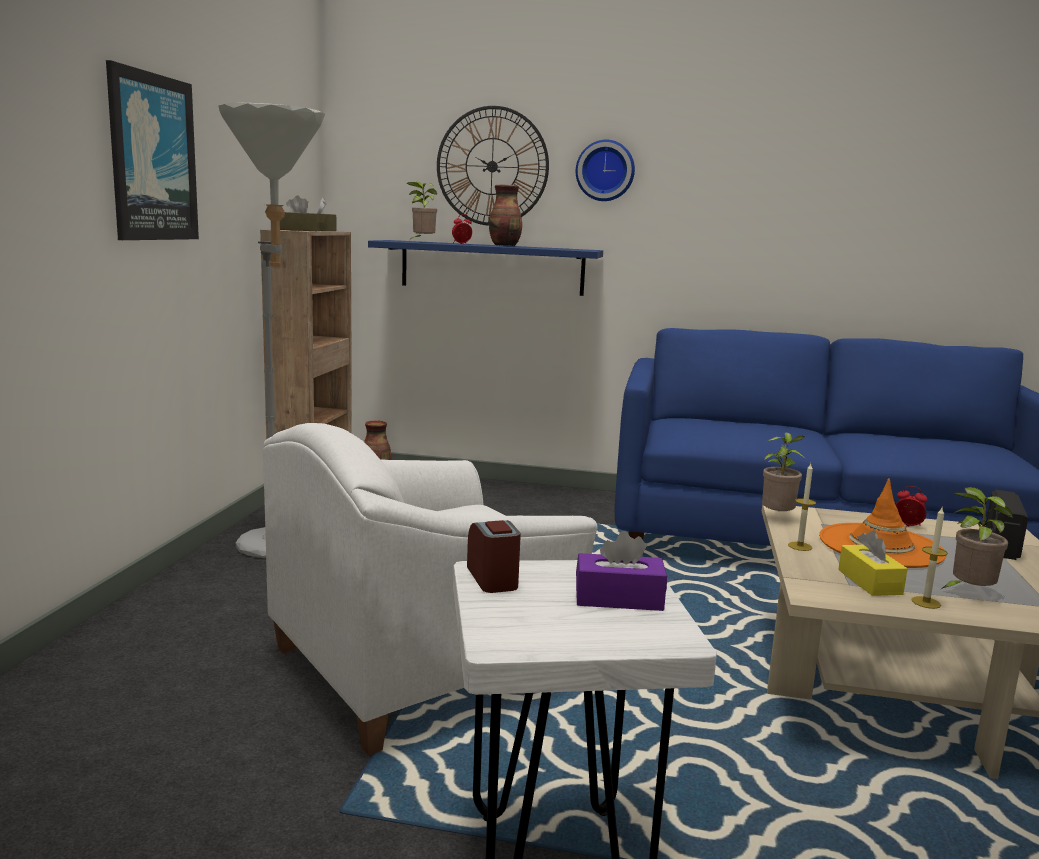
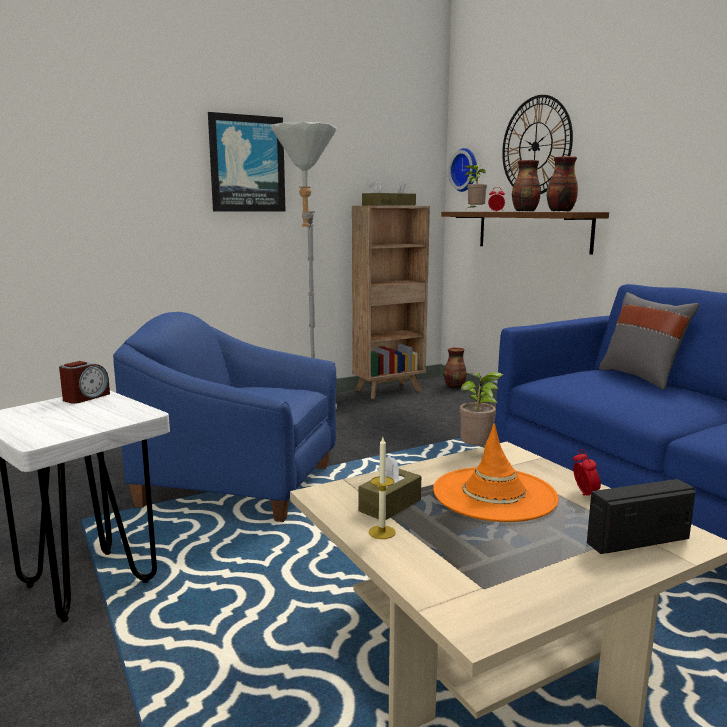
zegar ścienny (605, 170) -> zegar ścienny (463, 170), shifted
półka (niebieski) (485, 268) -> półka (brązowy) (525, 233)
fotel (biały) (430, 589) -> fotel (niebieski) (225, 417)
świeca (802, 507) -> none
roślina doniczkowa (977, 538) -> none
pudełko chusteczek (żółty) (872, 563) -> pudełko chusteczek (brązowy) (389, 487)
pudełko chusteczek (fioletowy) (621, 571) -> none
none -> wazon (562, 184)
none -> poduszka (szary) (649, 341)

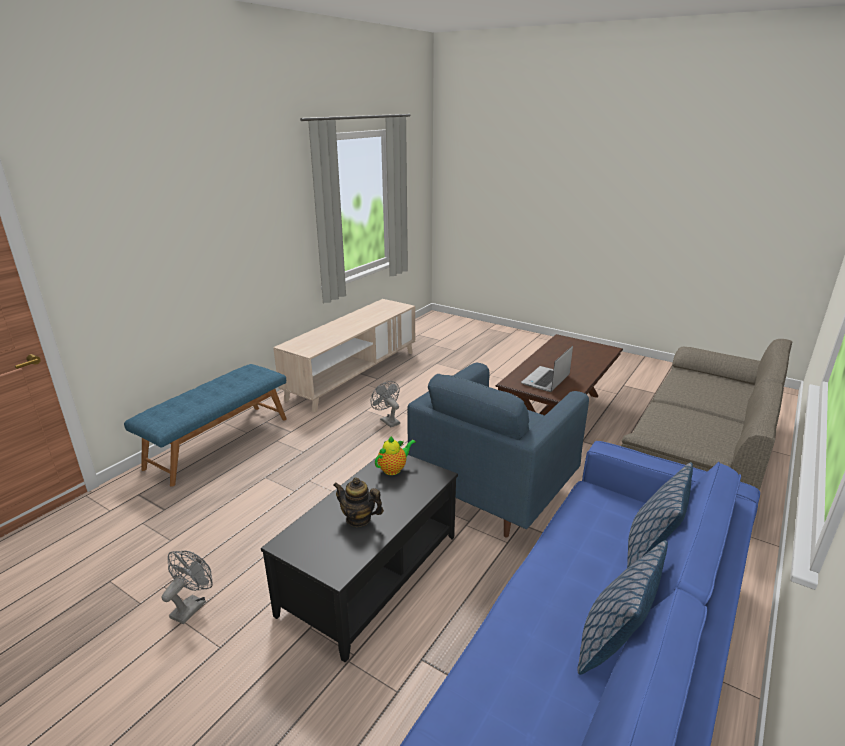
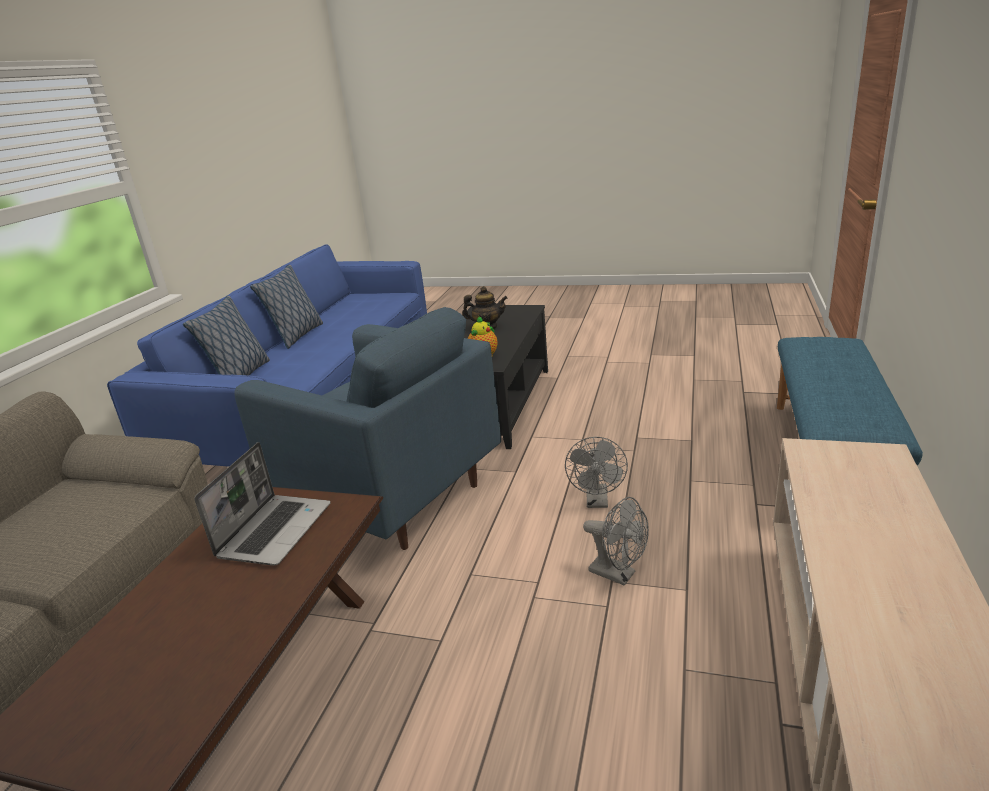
fotel (niebieski) (498, 450) -> fotel (niebieski) (367, 428), 105 degrees clockwise
wentylator (szary) (186, 587) -> wentylator (szary) (596, 472), shifted

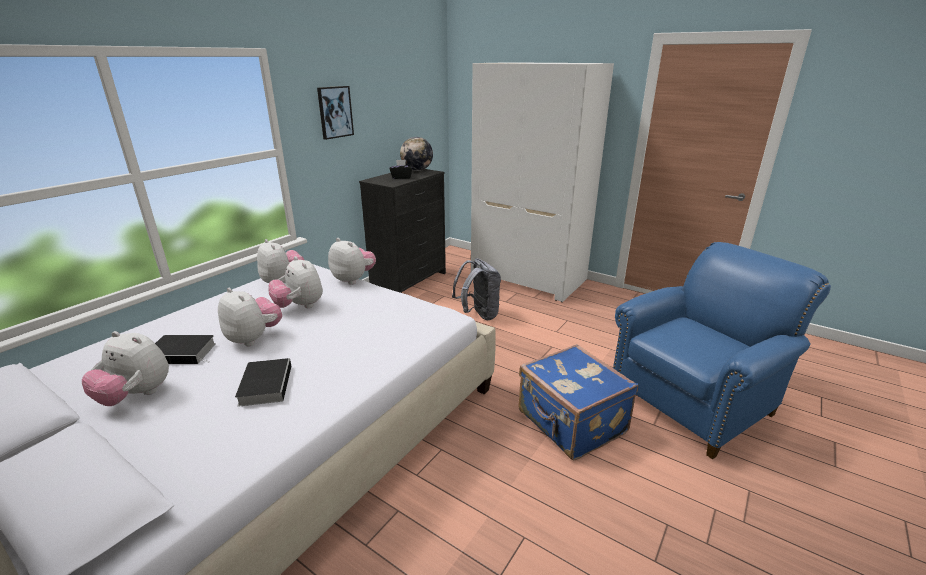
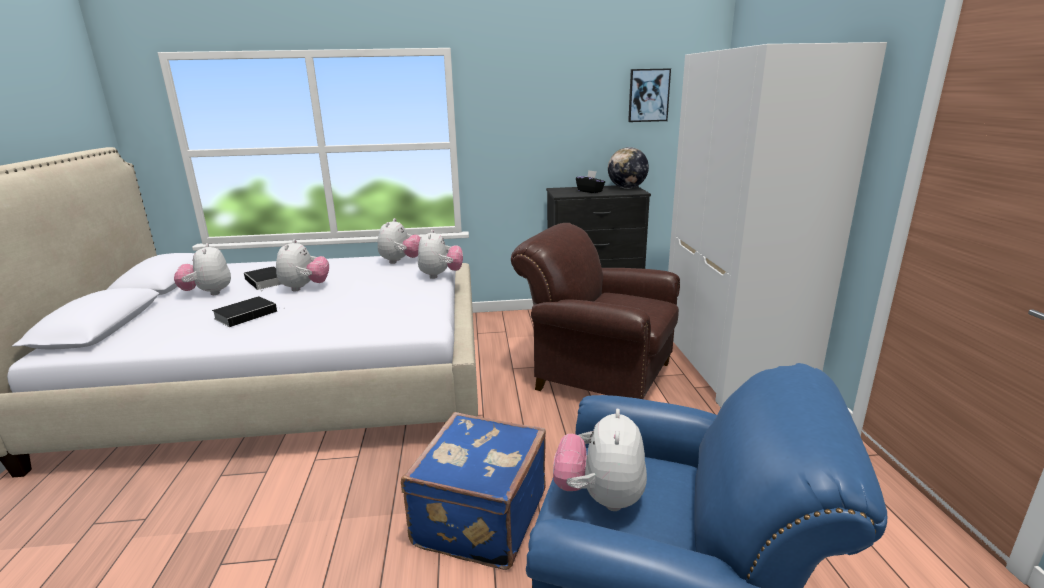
obraz (335, 113) -> obraz (649, 95), shifted
pluszak (296, 282) -> pluszak (600, 460), shifted
plecak (szary) (476, 289) -> fotel (brązowy) (595, 311)

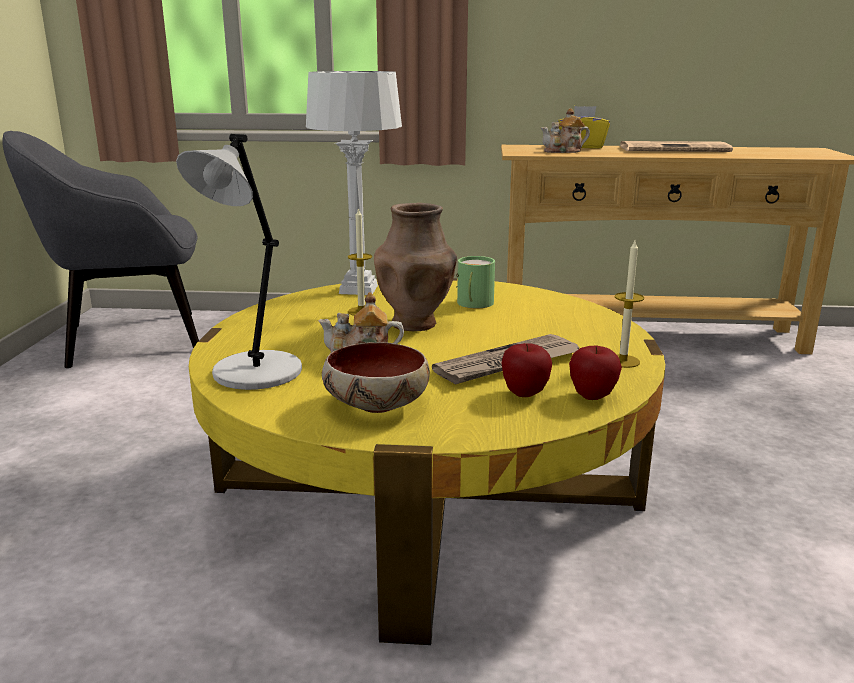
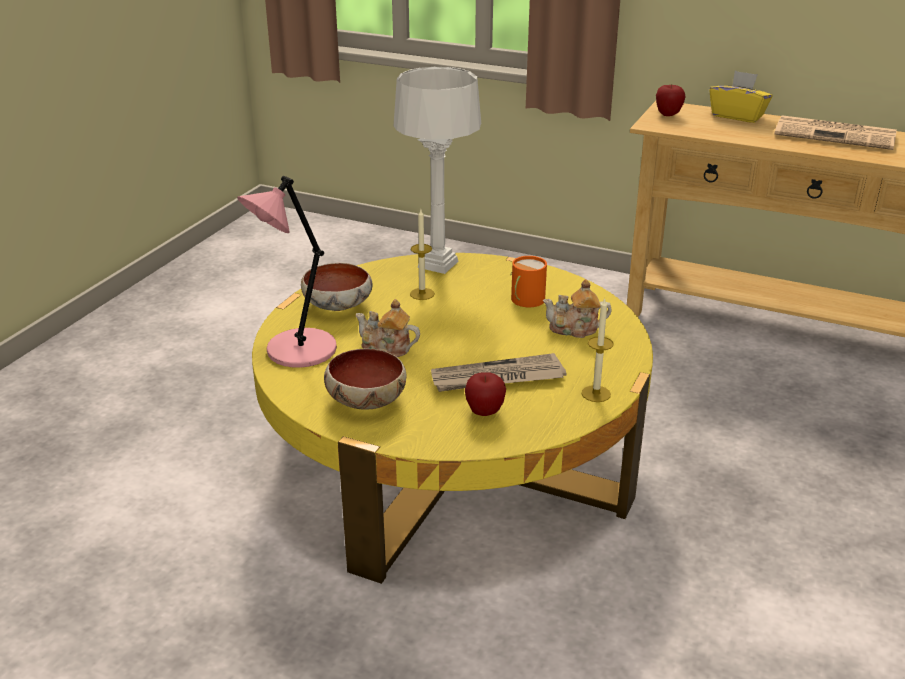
imbryk (565, 130) -> imbryk (577, 308), shifted
fotel (szary) (100, 249) -> none
lampa stołowa (szary) (239, 262) -> lampa stołowa (różowy) (287, 272)
wazon (brązowy) (415, 267) -> none
kubek (zielony) (475, 282) -> kubek (pomarańczowy) (528, 281)
jabłko (595, 373) -> jabłko (671, 100), shifted
none -> miska (337, 287)

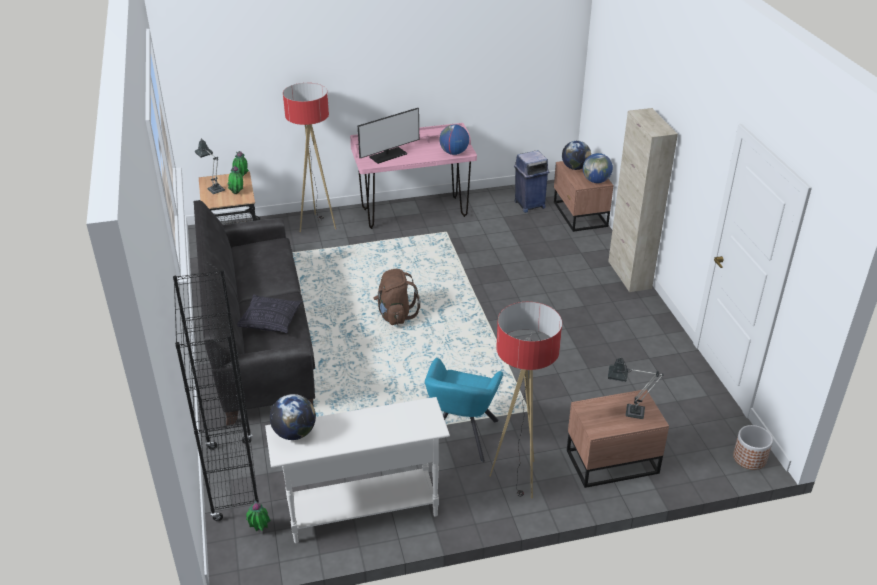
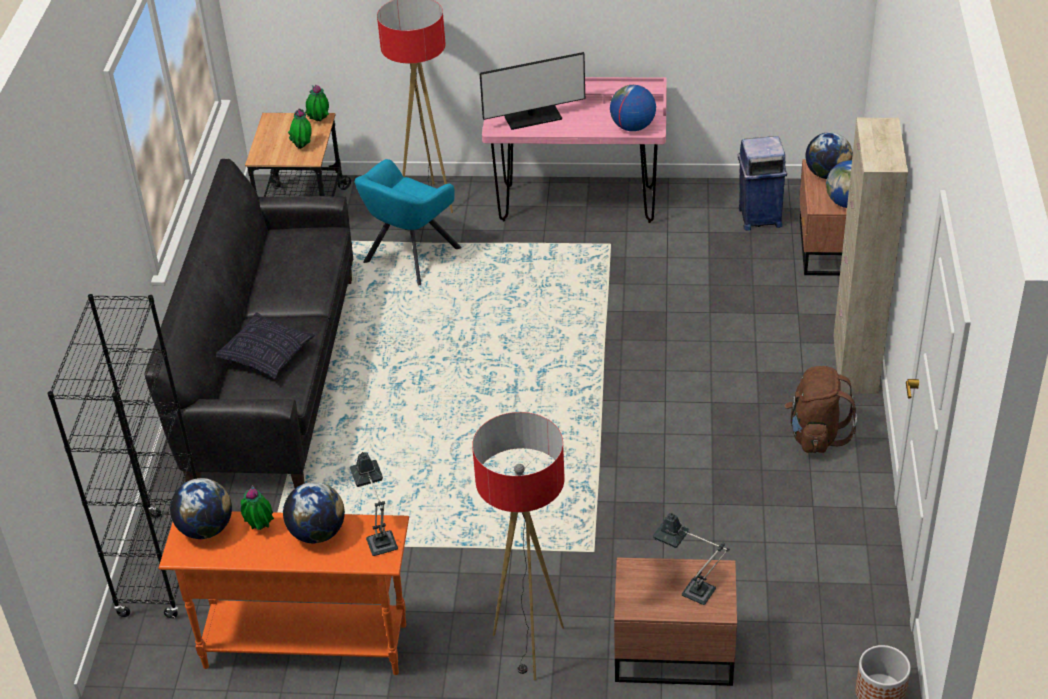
lampa stołowa (210, 166) -> lampa stołowa (374, 504), shifted
plecak (brązowy) (396, 297) -> plecak (brązowy) (821, 409), shifted
fotel (turkusowy) (464, 410) -> fotel (turkusowy) (408, 222), shifted
stolik konsolowy (biały) (357, 470) -> stolik konsolowy (pomarańczowy) (284, 593)
roślina doniczkowa (258, 515) -> roślina doniczkowa (257, 507), shifted
none -> globus (314, 512)

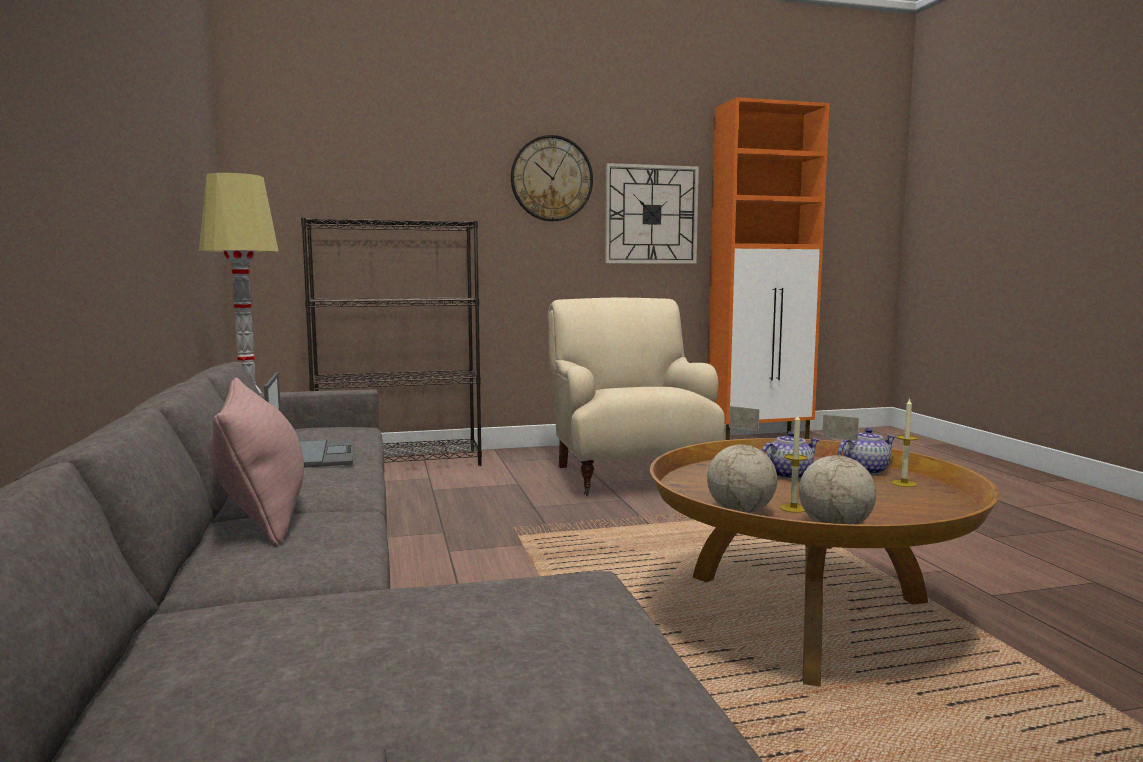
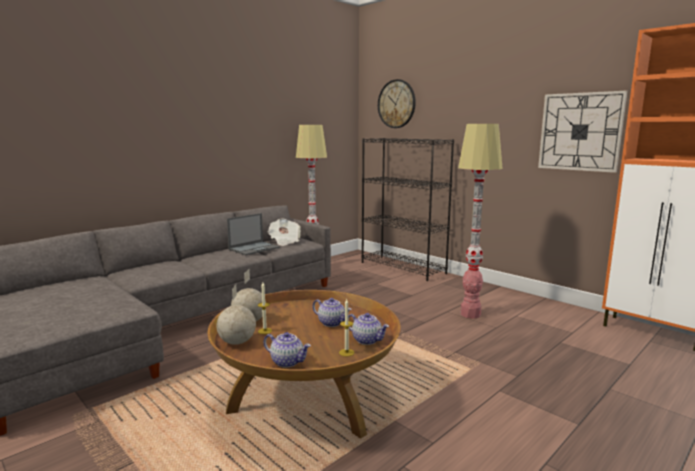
zegar ścienny (552, 178) -> zegar ścienny (397, 103), shifted
fotel (beżowy) (636, 397) -> lampa stojąca (480, 221)
poduszka (różowy) (257, 462) -> none
none -> gazeta (284, 232)
none -> imbryk (287, 350)

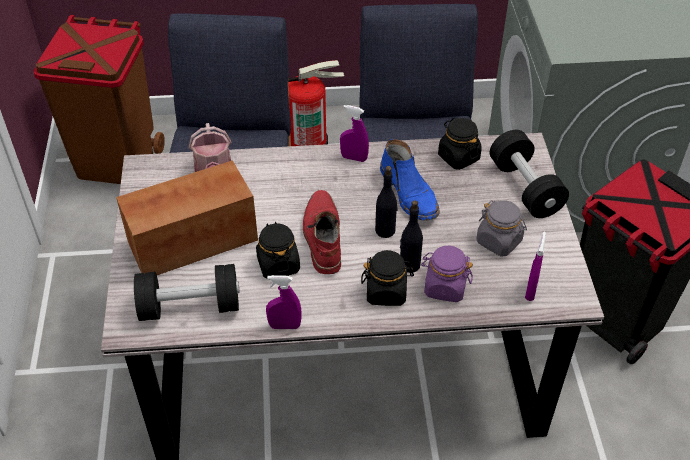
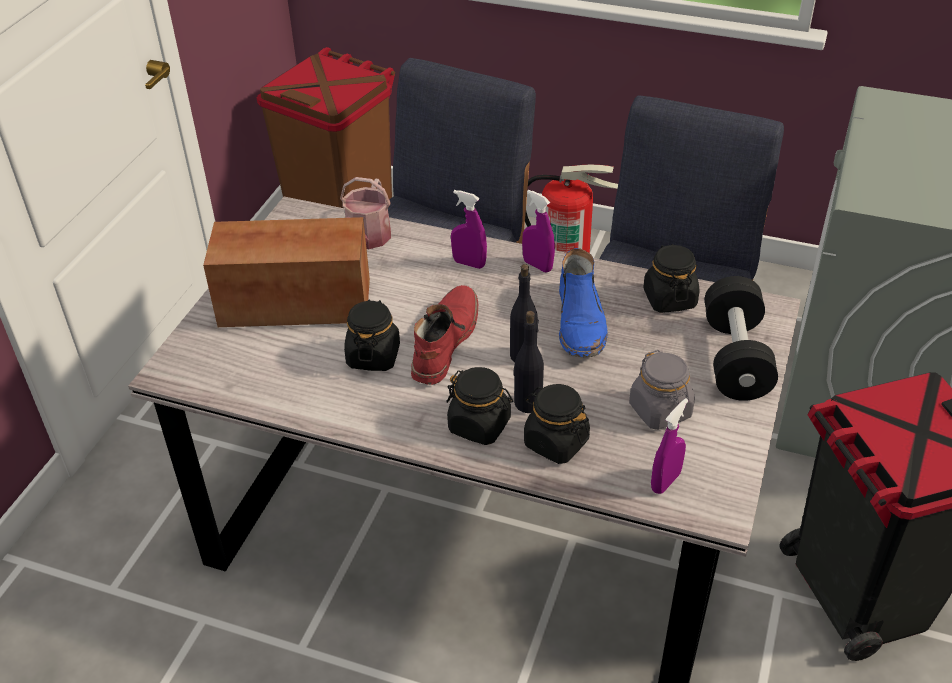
słoik (fioletowy) (447, 274) -> słoik (czarny) (557, 424)
hantel (czarny) (187, 292) -> none
spryskiwacz (fioletowy) (283, 302) -> spryskiwacz (fioletowy) (469, 229), shifted

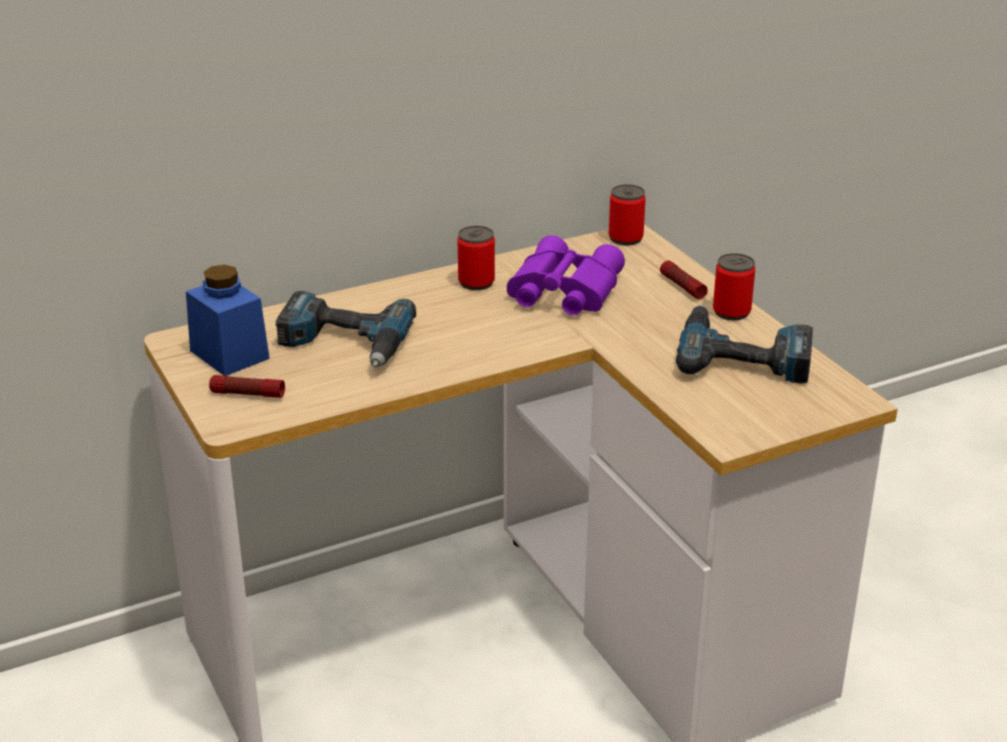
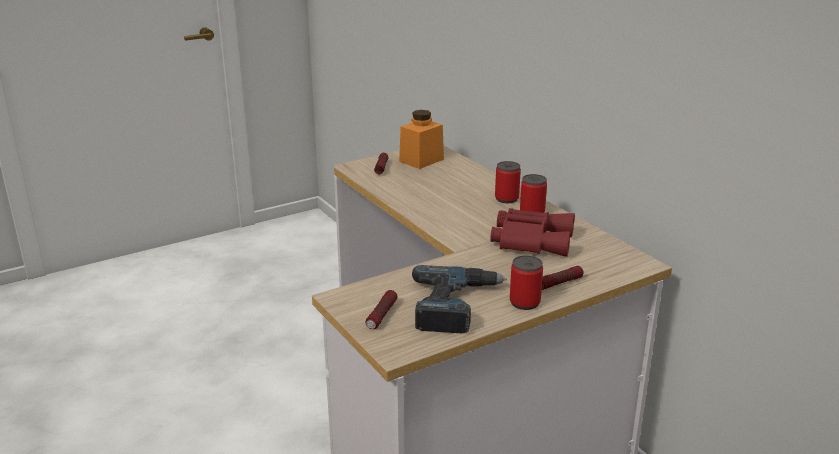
puszka (627, 215) -> puszka (508, 182), shifted
lornetka (fioletowy) (566, 275) -> lornetka (czerwony) (532, 232)
słoik (niebieski) (228, 320) -> słoik (pomarańczowy) (421, 139)
wiertarka (345, 329) -> none
none -> latarka (381, 309)

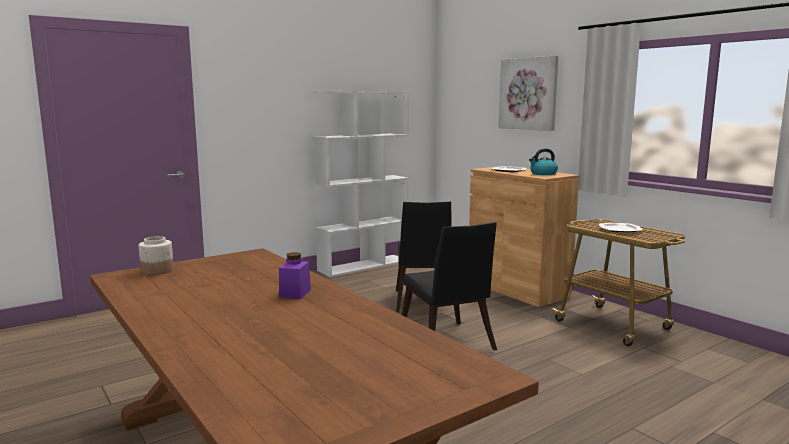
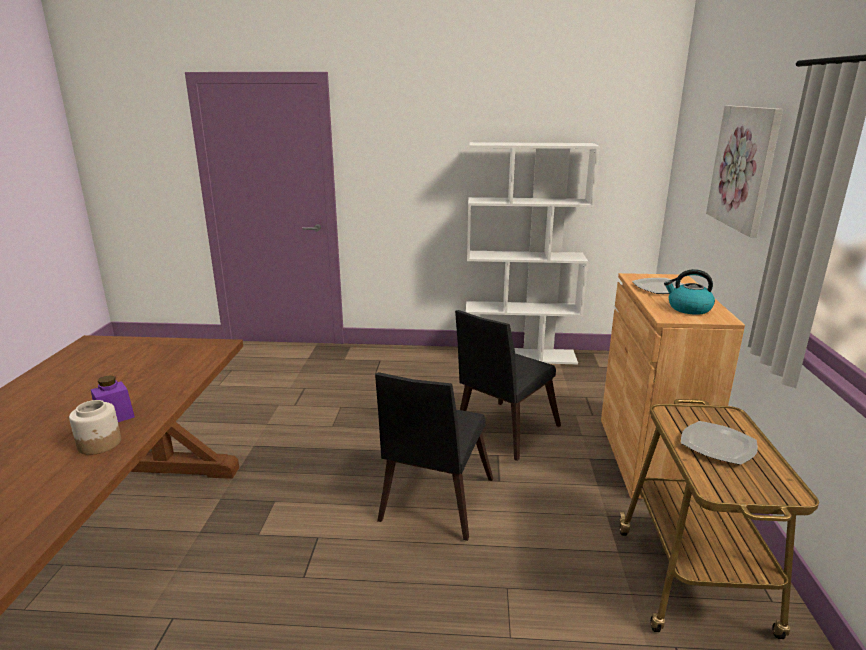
słoik (156, 255) -> słoik (95, 427), shifted

